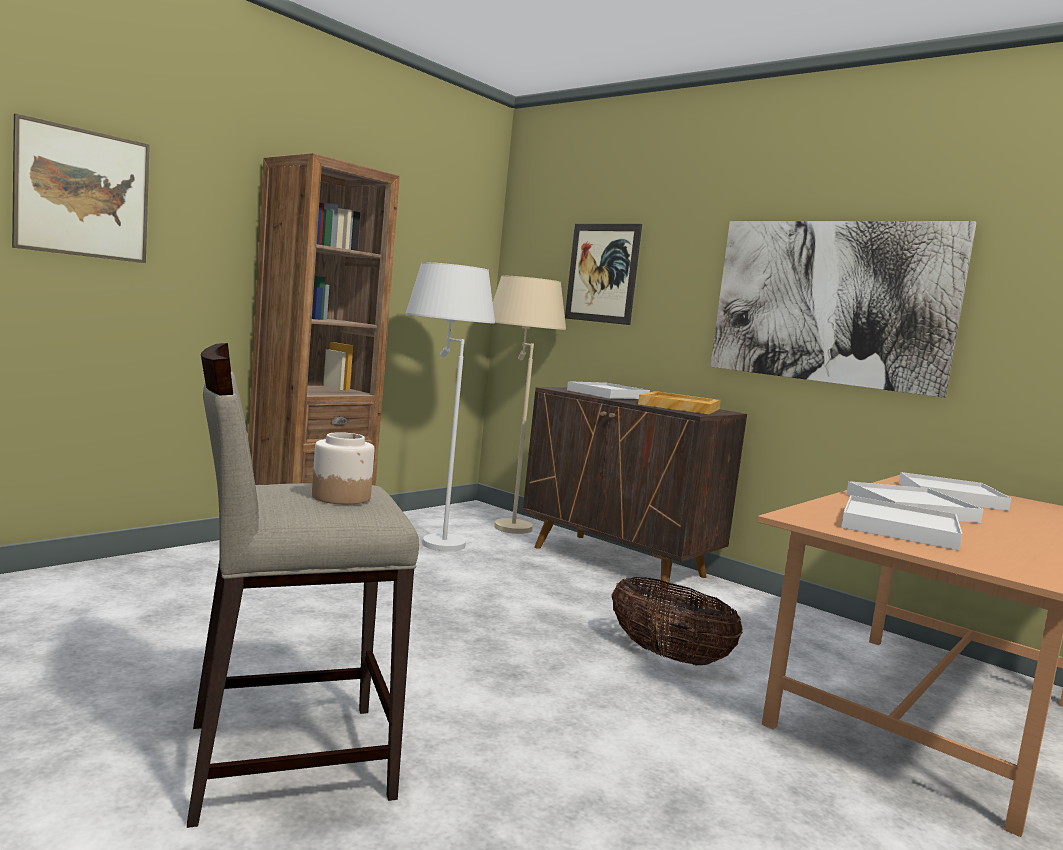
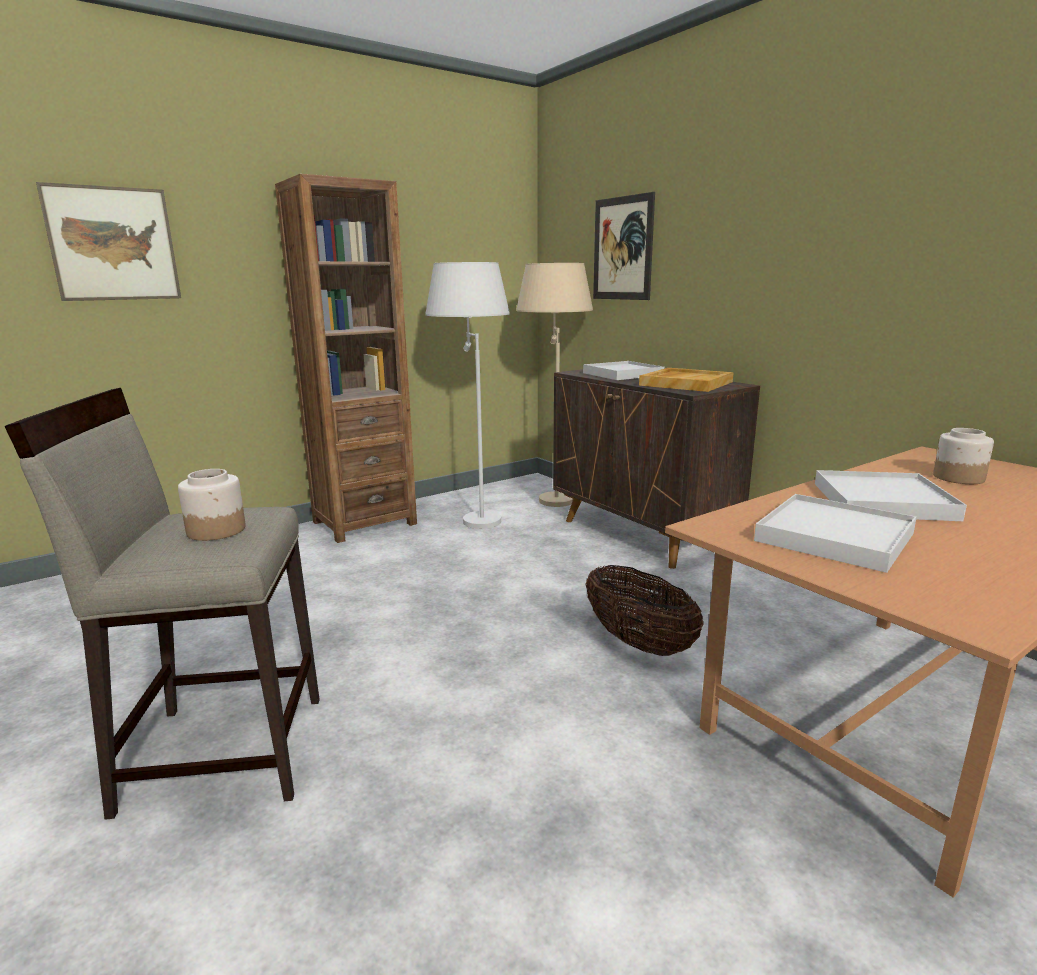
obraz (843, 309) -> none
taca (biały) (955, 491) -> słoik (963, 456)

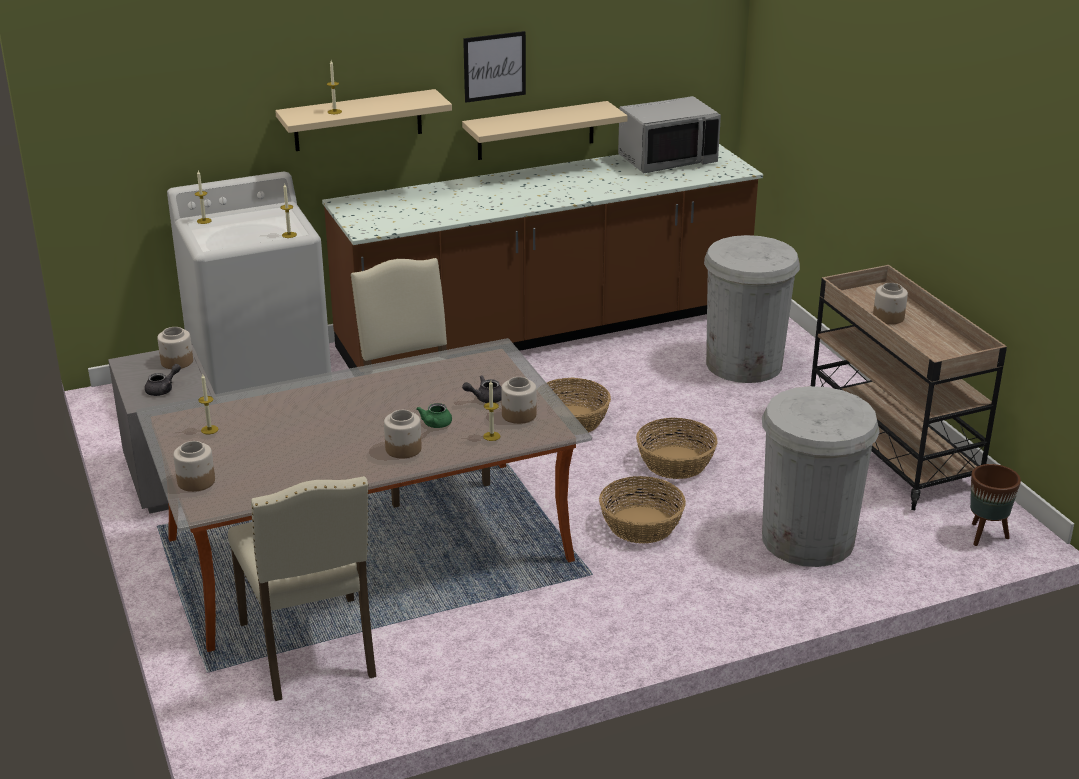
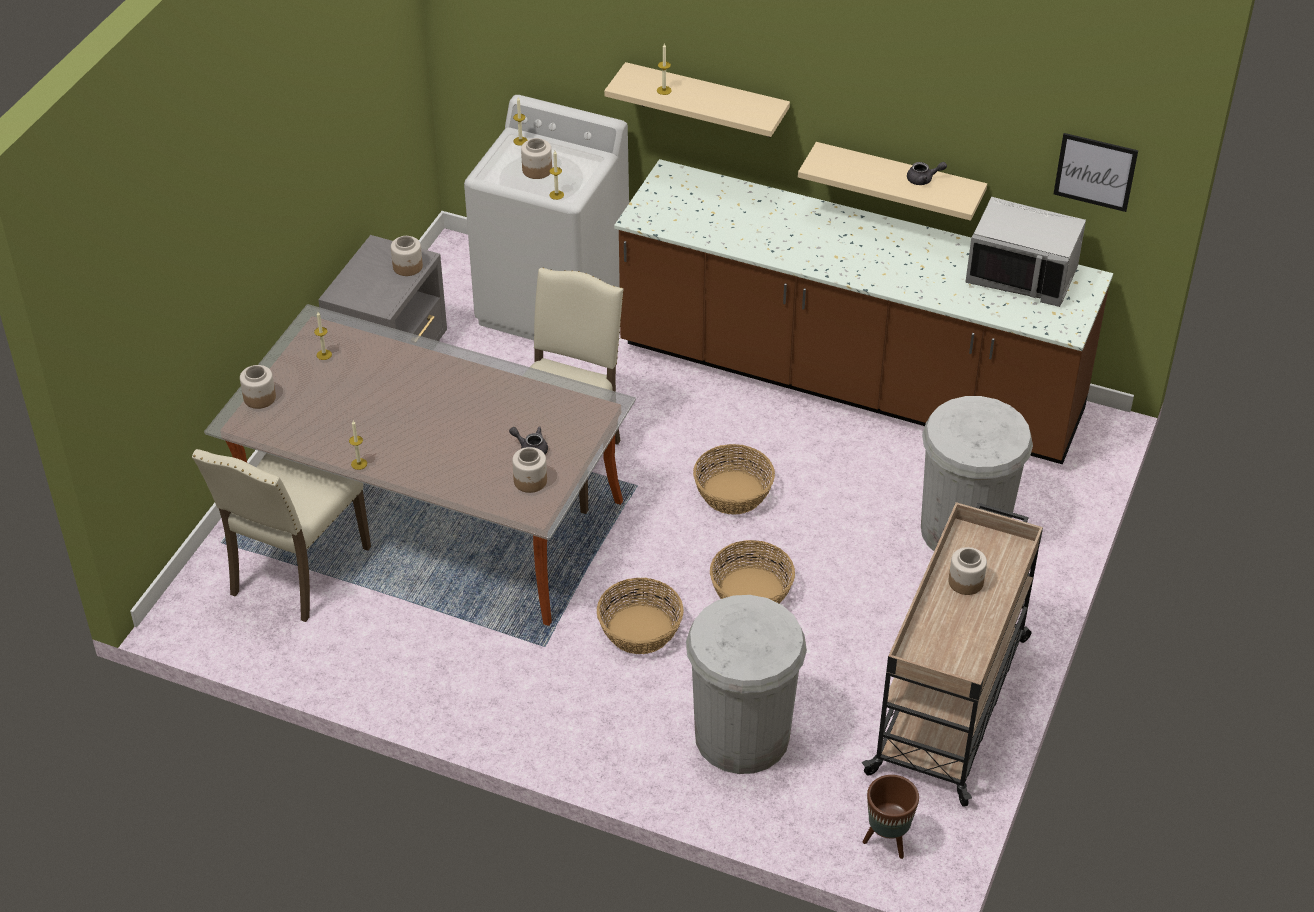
obraz (494, 67) -> obraz (1096, 172), shifted
imbryk (szary) (163, 380) -> imbryk (szary) (927, 173), shifted
świeca (491, 410) -> świeca (358, 445), shifted
imbryk (zielony) (434, 415) -> none
słoik (403, 434) -> słoik (536, 158), shifted

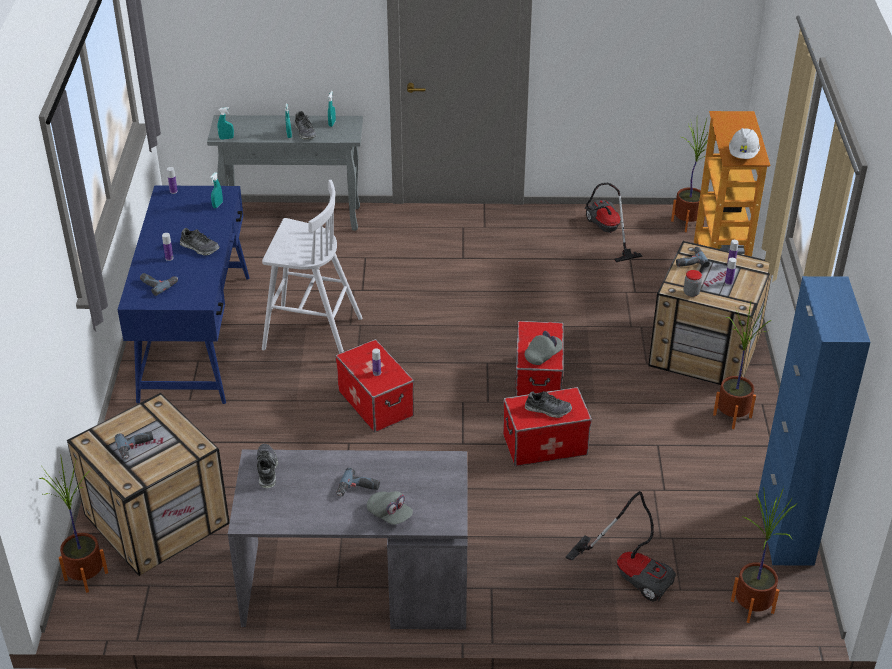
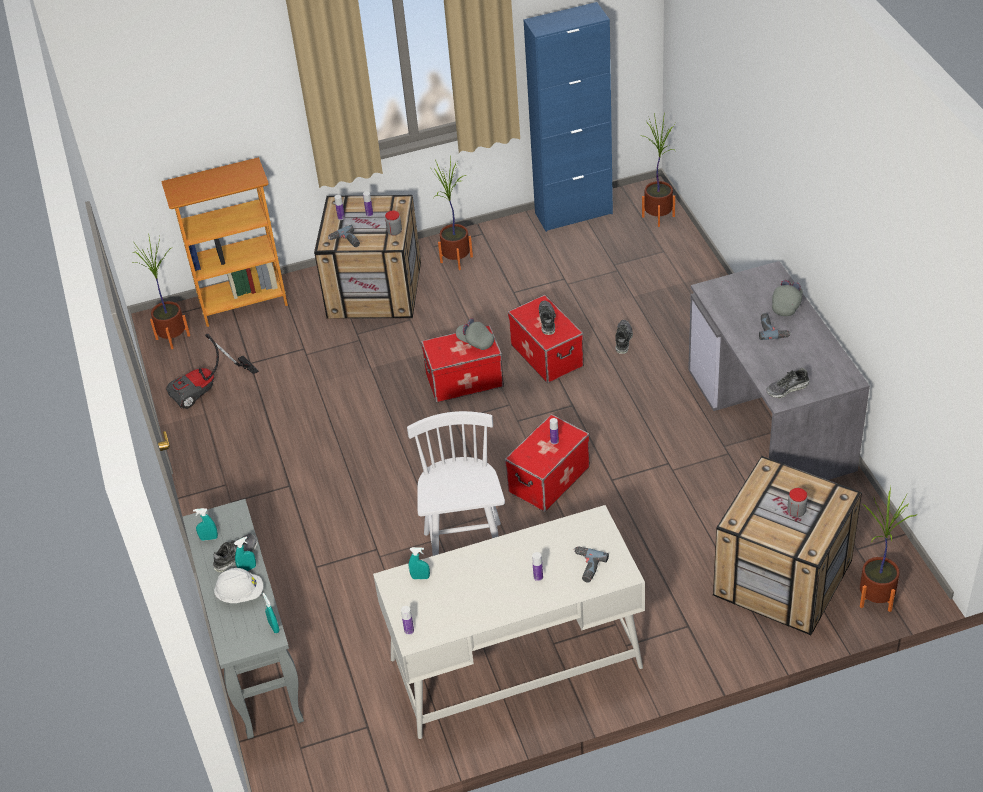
kask (biały) (744, 143) -> kask (biały) (238, 585), shifted
biurko (niebieski) (184, 294) -> biurko (biały) (509, 622)
but (200, 241) -> but (624, 337), shifted
wiertarka (134, 445) -> słoik (797, 502)
odkurzacz (620, 546) -> none

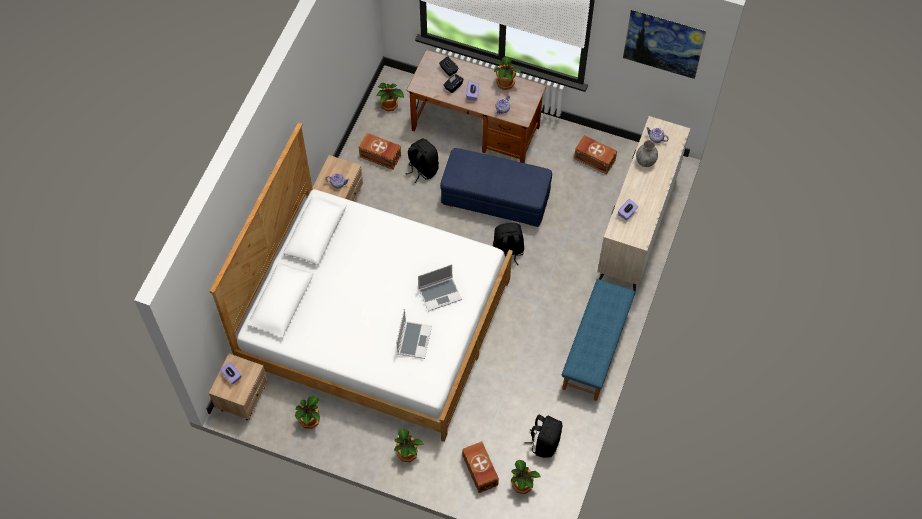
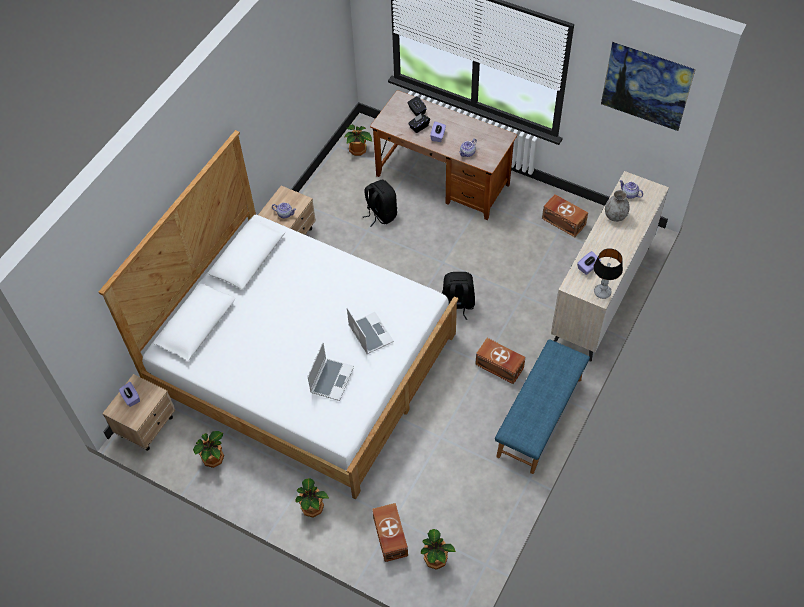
roślina doniczkowa (507, 73) -> none
pojemnik do przechowywania (brązowy) (380, 151) -> pojemnik do przechowywania (brązowy) (500, 361), shifted
pufa (niebieski) (496, 187) -> none
laptop (440, 288) -> laptop (370, 330), 105 degrees counterclockwise
plecak (czarny) (543, 436) -> none
none -> lampa stołowa (608, 273)

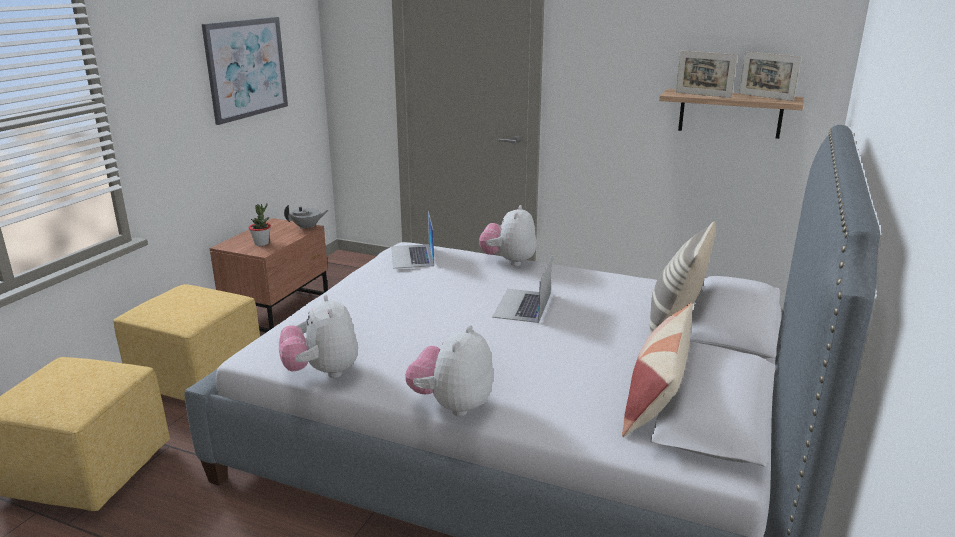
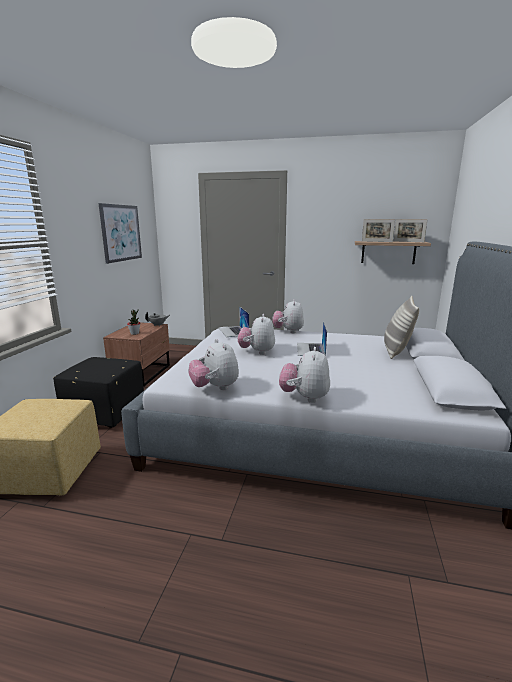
pufa (żółty) (186, 342) -> pufa (czarny) (98, 392)
poduszka (657, 370) -> none
none -> pluszak (256, 334)

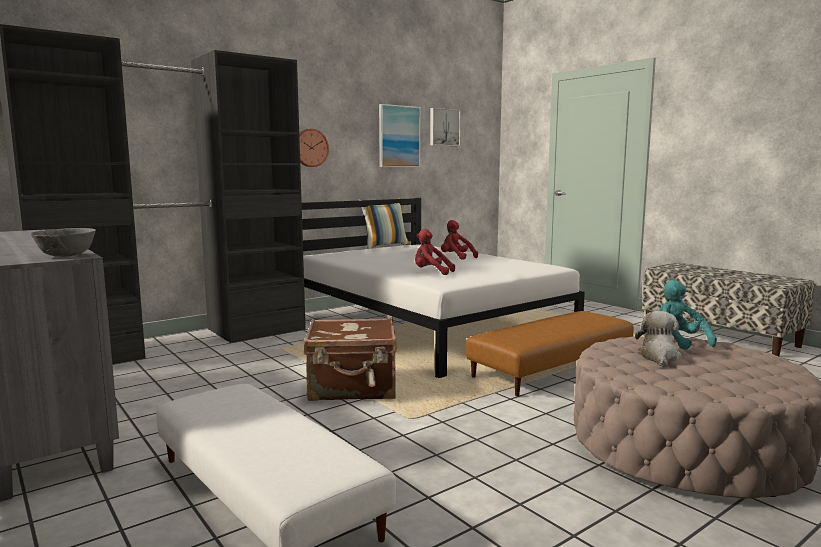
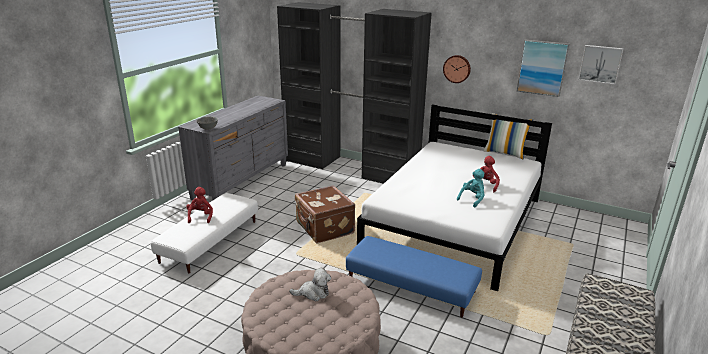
pluszak (czerwony) (435, 252) -> pluszak (czerwony) (199, 205), shifted
pluszak (turkusowy) (688, 315) -> pluszak (turkusowy) (471, 188), shifted
pufa (brązowy) (550, 353) -> pufa (niebieski) (414, 276)

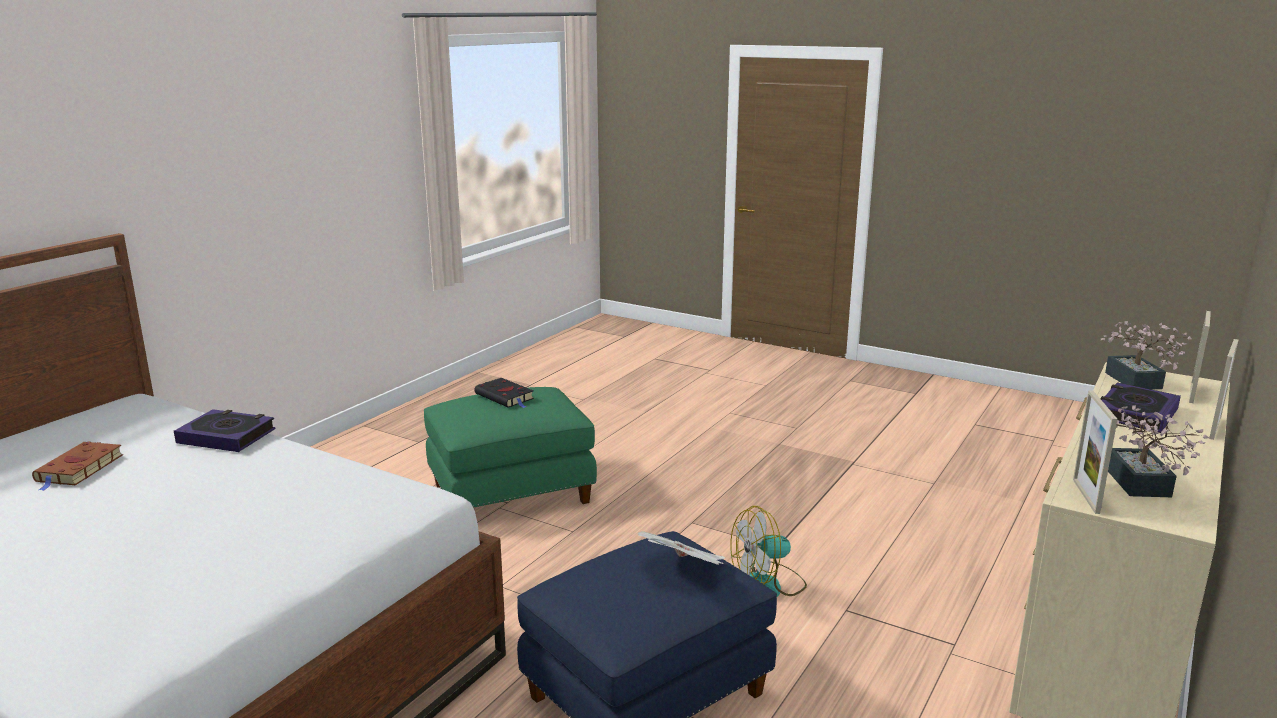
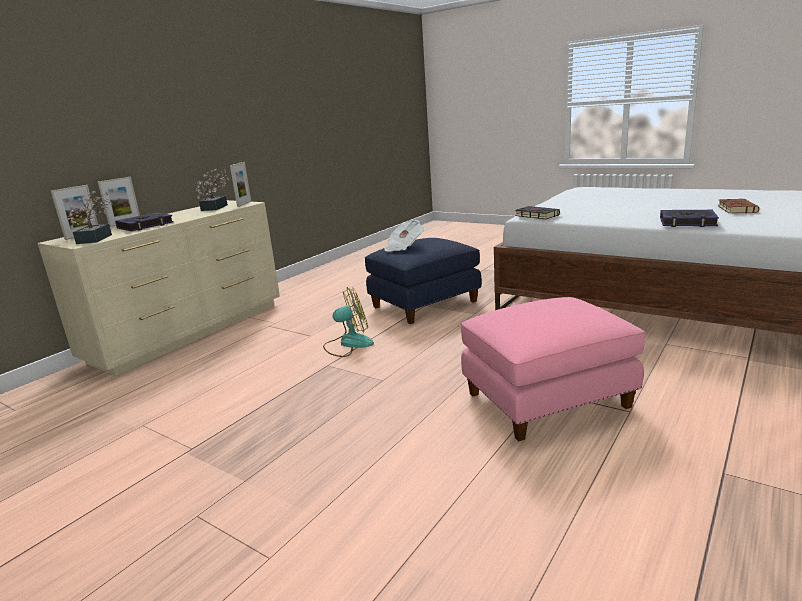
książka (czarny) (504, 393) -> książka (czarny) (537, 212), shifted
pufa (zielony) (510, 447) -> pufa (różowy) (553, 369)

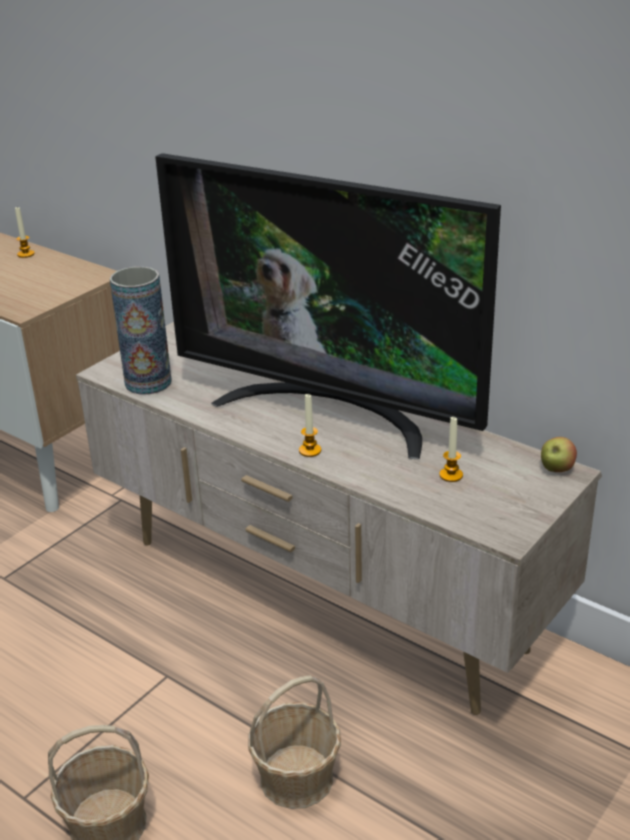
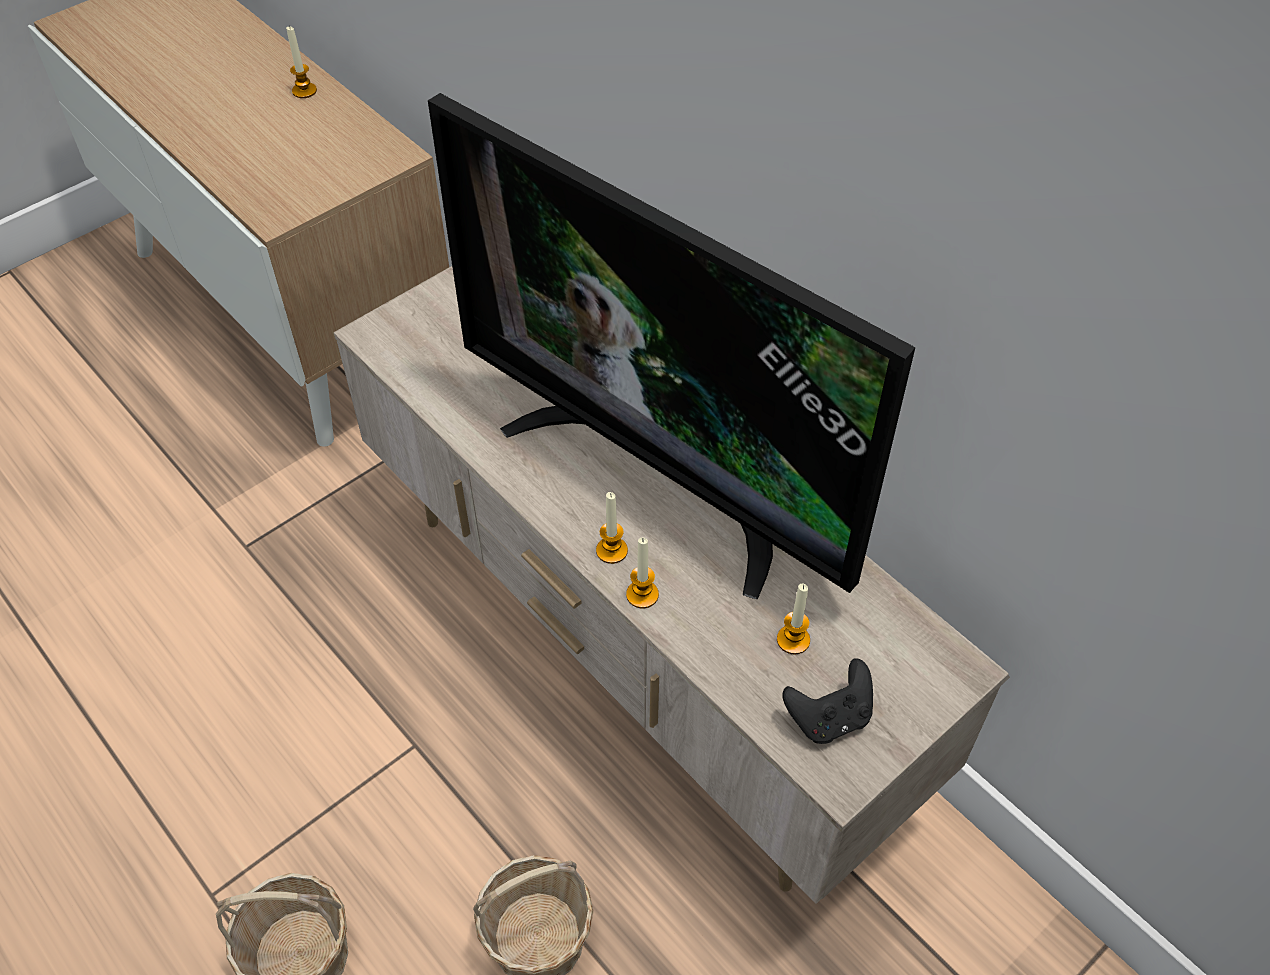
wazon (141, 331) -> none
jabłko (559, 454) -> none
none -> świeca (642, 573)
none -> pad do gier (czarny) (827, 701)

